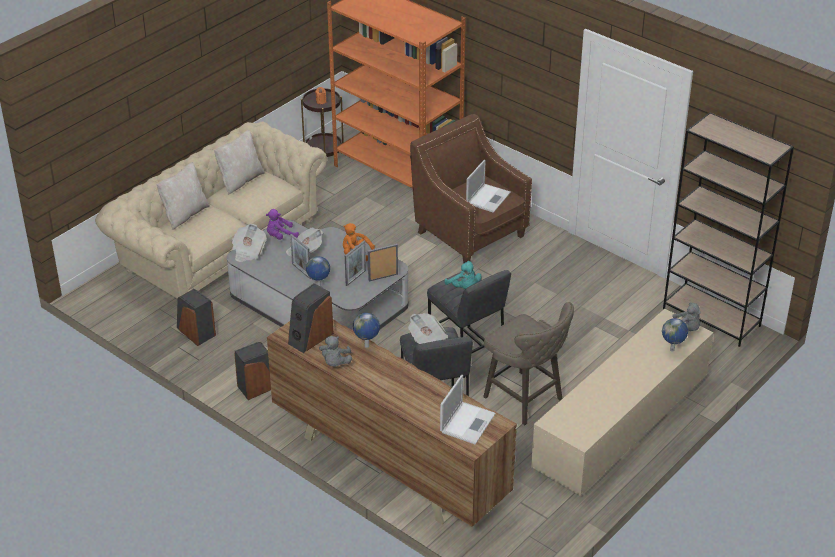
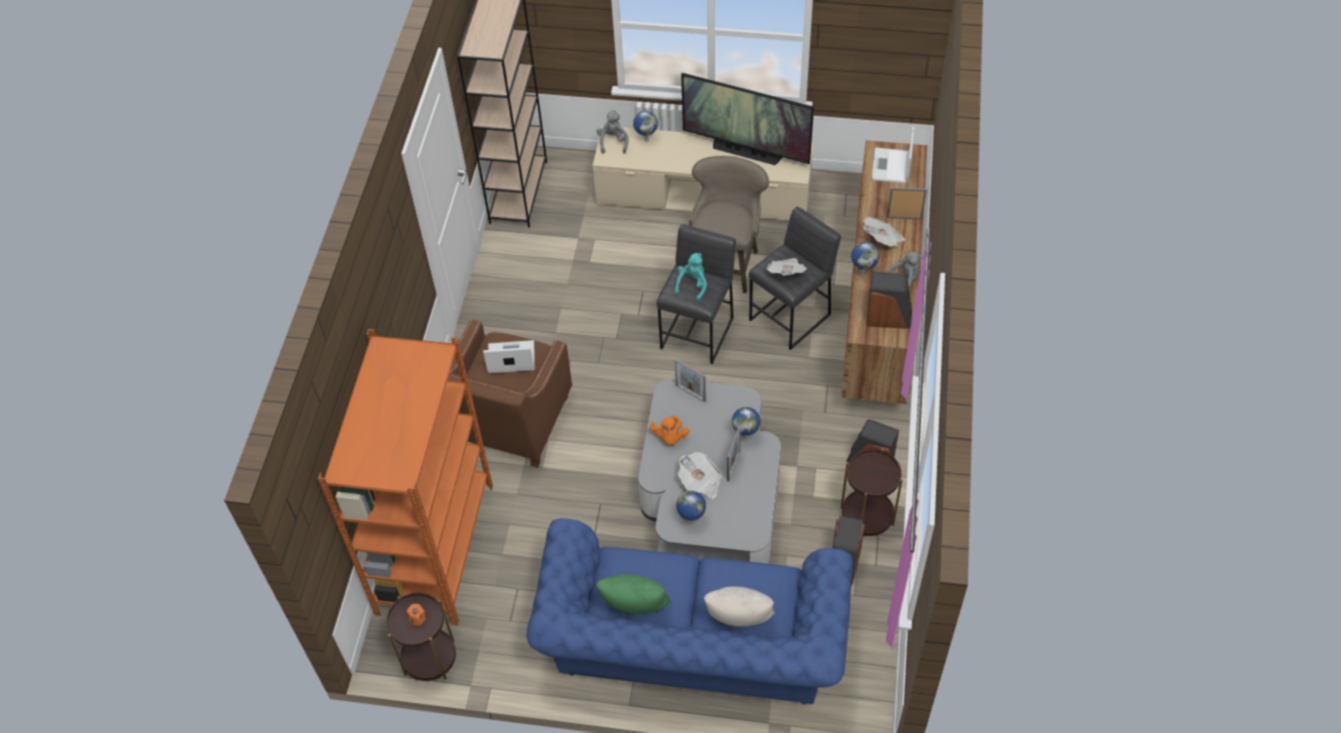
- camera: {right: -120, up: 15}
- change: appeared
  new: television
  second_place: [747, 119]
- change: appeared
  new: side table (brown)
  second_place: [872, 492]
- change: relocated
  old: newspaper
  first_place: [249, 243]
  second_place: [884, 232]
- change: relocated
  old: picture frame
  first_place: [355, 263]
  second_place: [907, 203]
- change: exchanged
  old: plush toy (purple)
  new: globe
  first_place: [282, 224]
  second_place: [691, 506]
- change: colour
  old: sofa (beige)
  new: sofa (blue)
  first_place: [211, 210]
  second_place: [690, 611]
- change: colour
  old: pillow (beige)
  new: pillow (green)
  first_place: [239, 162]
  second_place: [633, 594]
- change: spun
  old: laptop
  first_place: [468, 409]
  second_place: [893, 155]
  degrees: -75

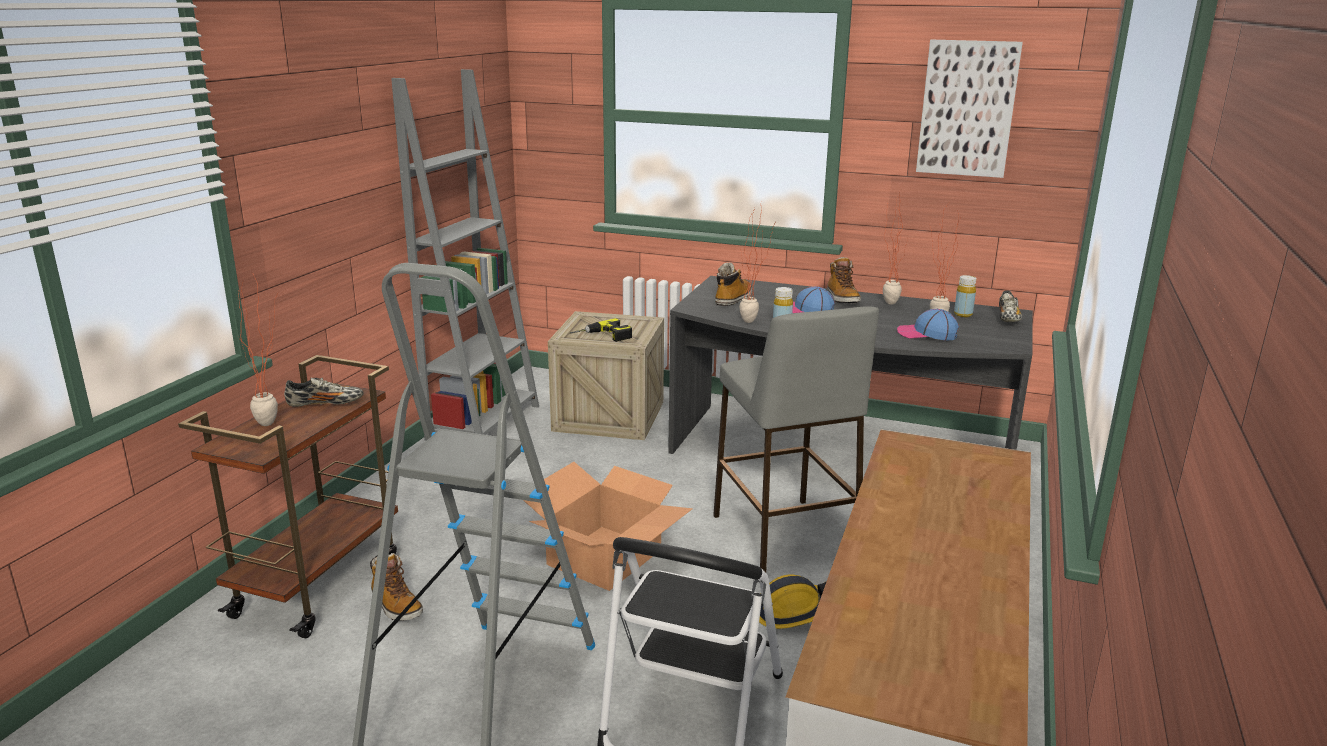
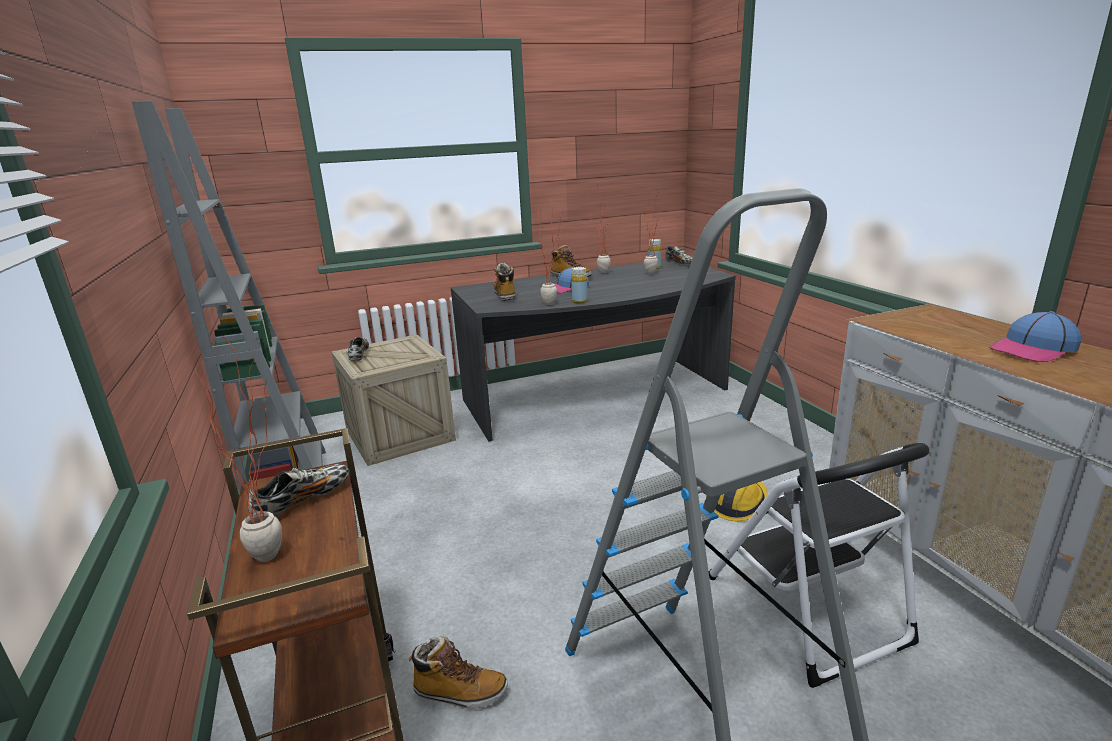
- camera: {right: -40, up: 0}
- change: missing
  old: cardboard box
  first_place: [608, 526]
- change: missing
  old: power drill
  first_place: [601, 330]
- change: missing
  old: stool (grey)
  first_place: [796, 440]
- change: missing
  old: picture
  first_place: [969, 109]
- change: appeared
  new: shoe
  second_place: [358, 349]
- change: relocated
  old: cap
  first_place: [928, 325]
  second_place: [1035, 336]

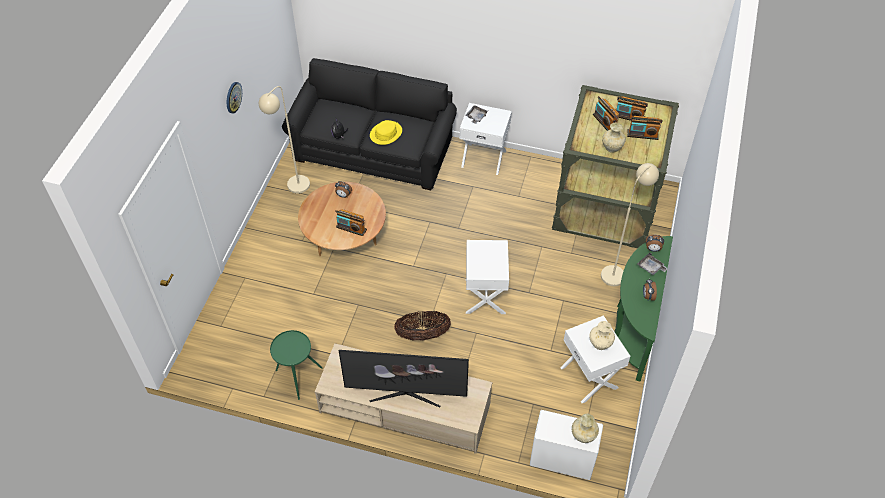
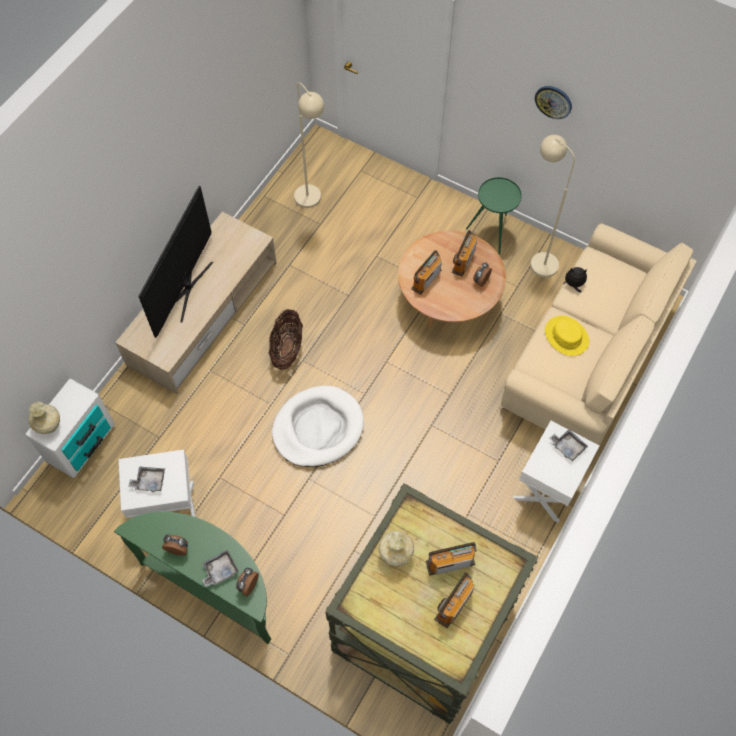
- camera: {right: 105, up: 10}
- change: relocated
  old: side table (green)
  first_place: [296, 365]
  second_place: [494, 216]
- change: relocated
  old: floor lamp (beige)
  first_place: [630, 224]
  second_place: [309, 145]
- change: relocated
  old: radio
  first_place: [644, 128]
  second_place: [464, 253]
- change: exchanged
  old: side table (white)
  new: dog bed (white)
  first_place: [487, 277]
  second_place: [318, 426]
- change: exchanged
  old: vase (beige)
  new: tray (grey)
  first_place: [602, 335]
  second_place: [146, 479]
- change: colour
  old: sofa (black)
  new: sofa (beige)
  first_place: [369, 124]
  second_place: [598, 334]

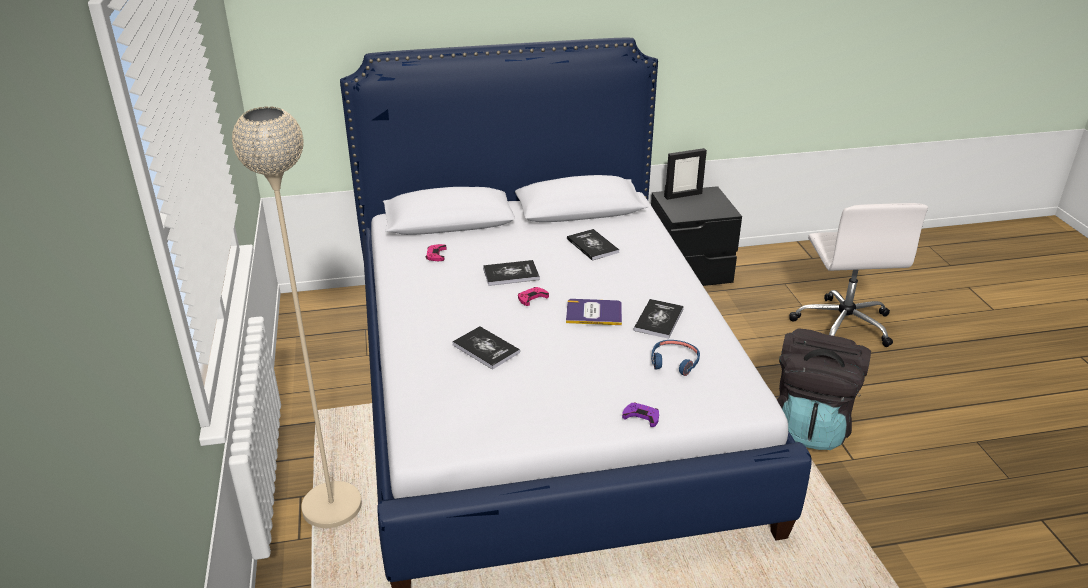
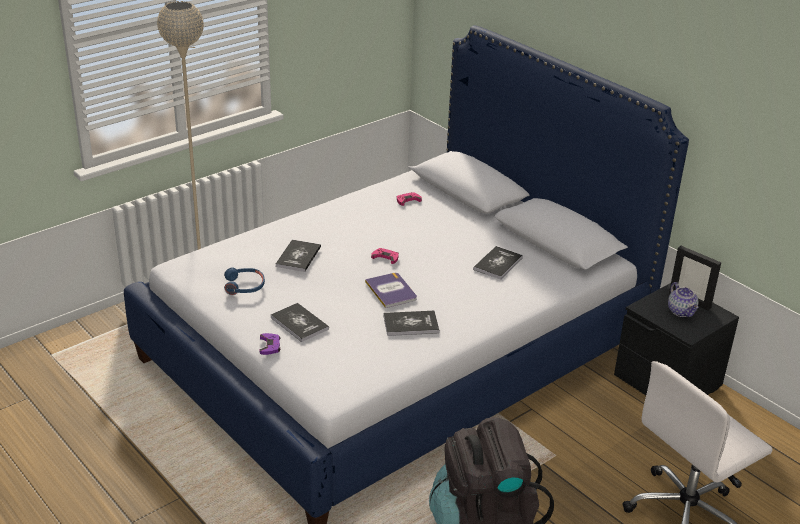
- camera: {right: 60, up: 0}
- change: appeared
  new: teapot
  second_place: [683, 299]
- change: relocated
  old: book
  first_place: [511, 273]
  second_place: [300, 322]
- change: relocated
  old: headphones (blue)
  first_place: [675, 358]
  second_place: [244, 281]

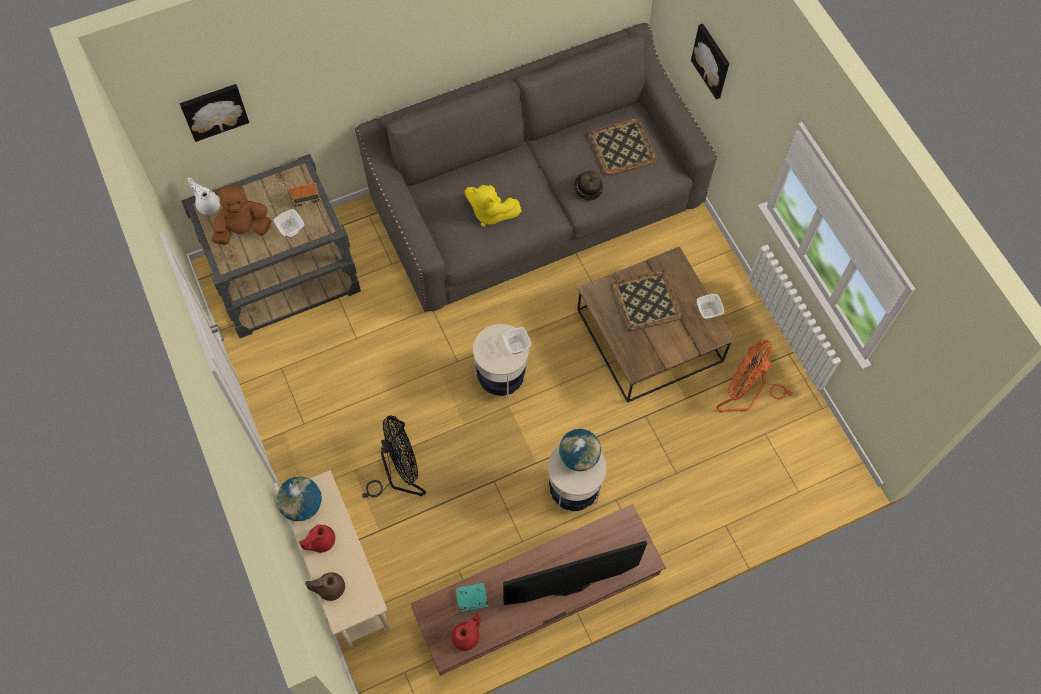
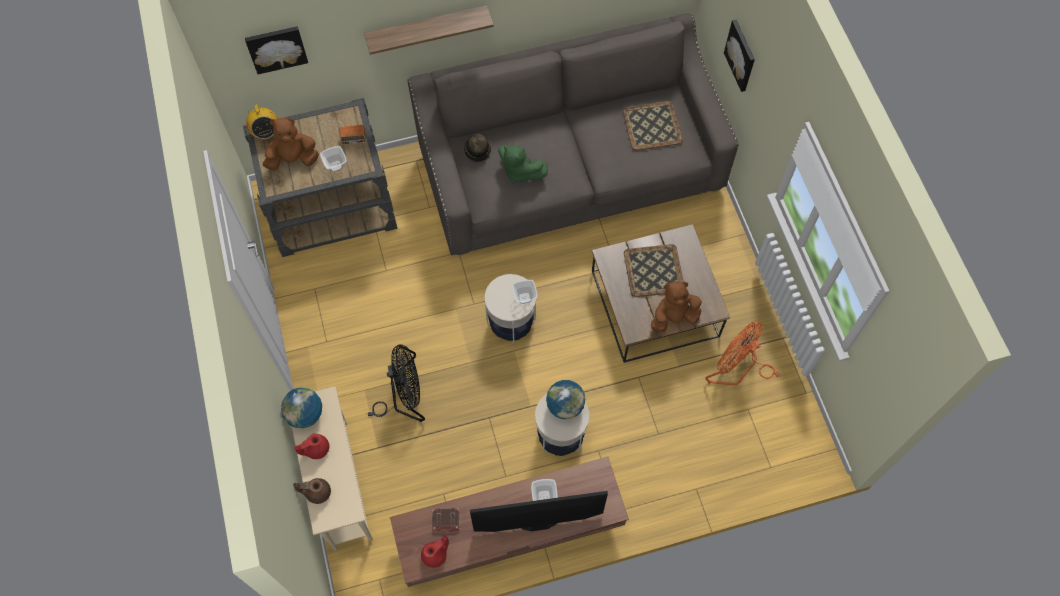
- camera: {right: 10, up: 0}
- change: appeared
  new: shelf
  second_place: [429, 30]
- change: appeared
  new: plush toy (brown)
  second_place: [676, 306]
- change: relocated
  old: hat
  first_place: [588, 185]
  second_place: [477, 148]
- change: relocated
  old: bowl
  first_place: [710, 307]
  second_place: [544, 490]
- change: exchanged
  old: teapot (white)
  new: radio
  first_place: [204, 196]
  second_place: [262, 122]
- change: colour
  old: book (turquoise)
  new: book (brown)
  first_place: [471, 598]
  second_place: [445, 520]
- change: colour
  old: plush toy (yellow)
  new: plush toy (green)
  first_place: [493, 206]
  second_place: [523, 164]

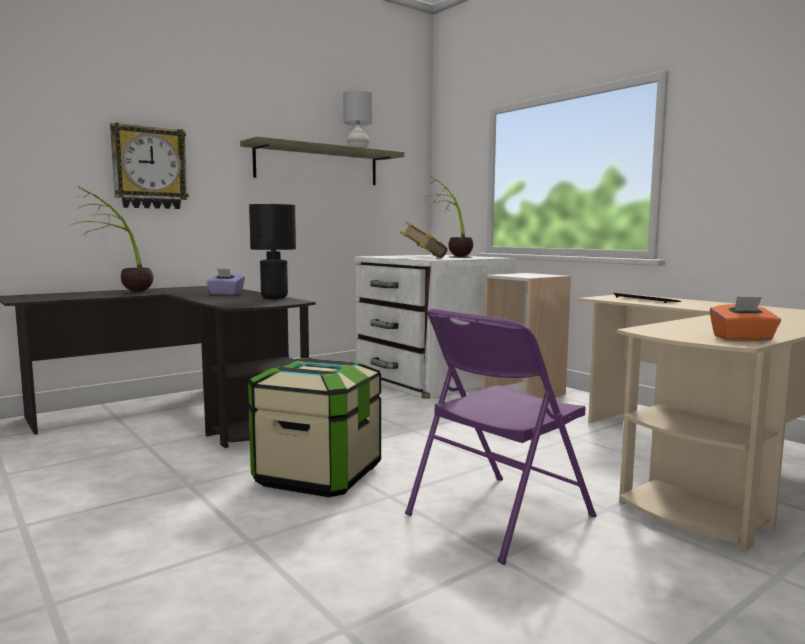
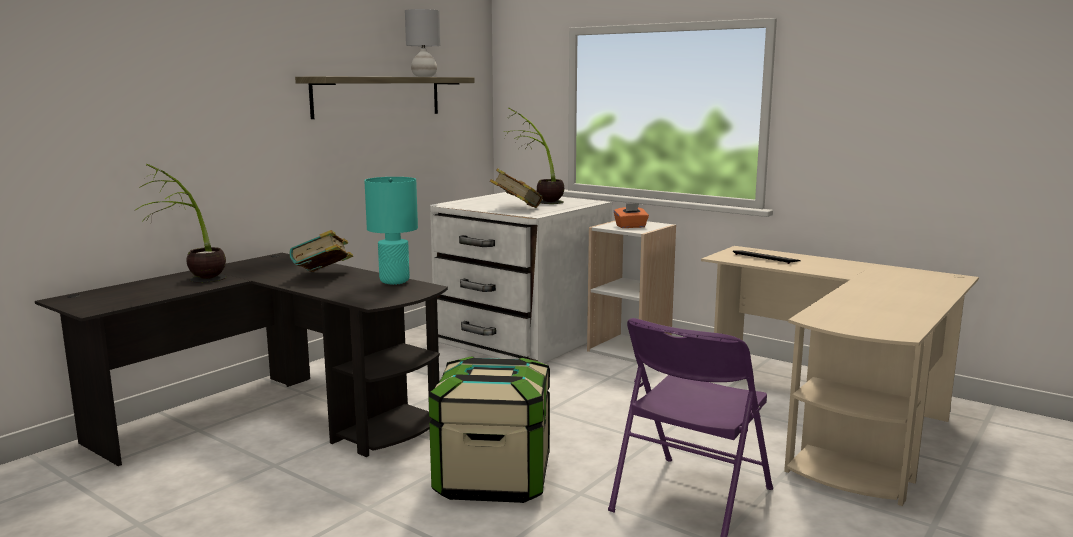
- camera: {right: -15, up: 5}
- change: missing
  old: wall clock
  first_place: [149, 166]
- change: relocated
  old: tissue box (orange)
  first_place: [745, 318]
  second_place: [631, 215]
- change: exchanged
  old: tissue box (purple)
  new: book
  first_place: [225, 282]
  second_place: [321, 251]
- change: colour
  old: table lamp (black)
  new: table lamp (turquoise)
  first_place: [272, 251]
  second_place: [391, 231]

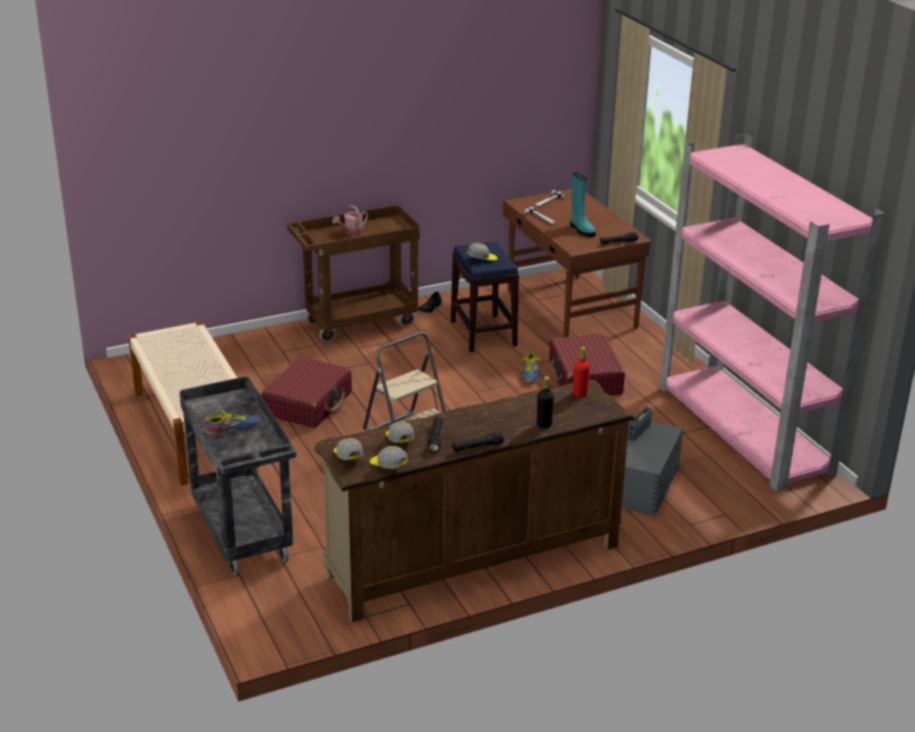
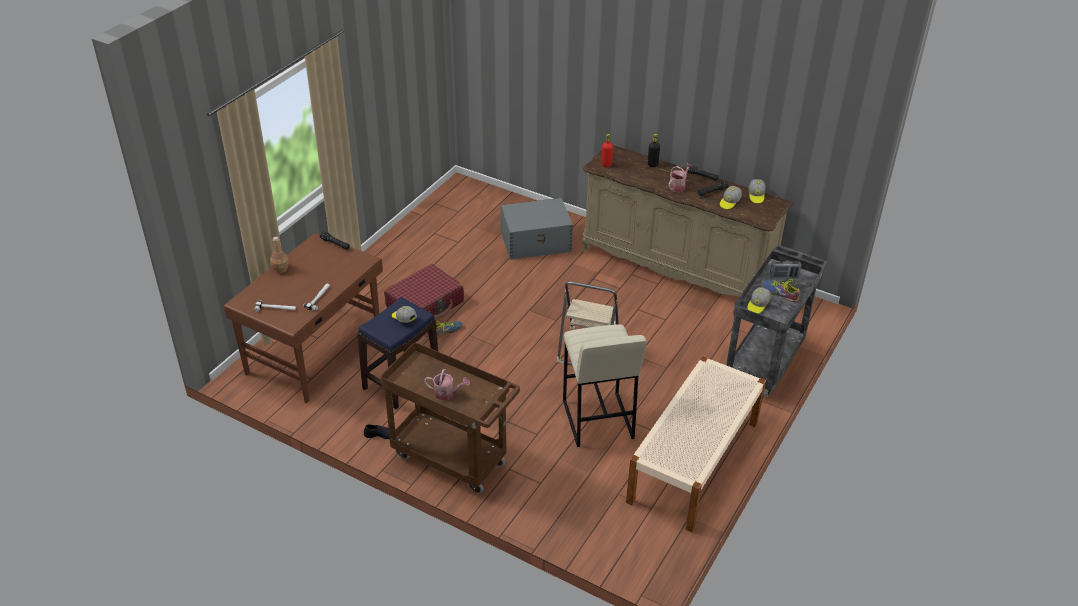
- camera: {right: -125, up: 10}
- change: missing
  old: boot (turquoise)
  first_place: [583, 204]
- change: missing
  old: bookcase (pink)
  first_place: [772, 313]
- change: appeared
  new: bottle (brown)
  second_place: [279, 255]
- change: appeared
  new: watering can
  second_place: [680, 177]
- change: relocated
  old: cap
  first_place: [349, 449]
  second_place: [758, 300]
- change: relocated
  old: radio
  first_place: [640, 424]
  second_place: [786, 269]
- change: exchanged
  old: suitcase (red)
  new: stool (beige)
  first_place: [306, 392]
  second_place: [605, 386]

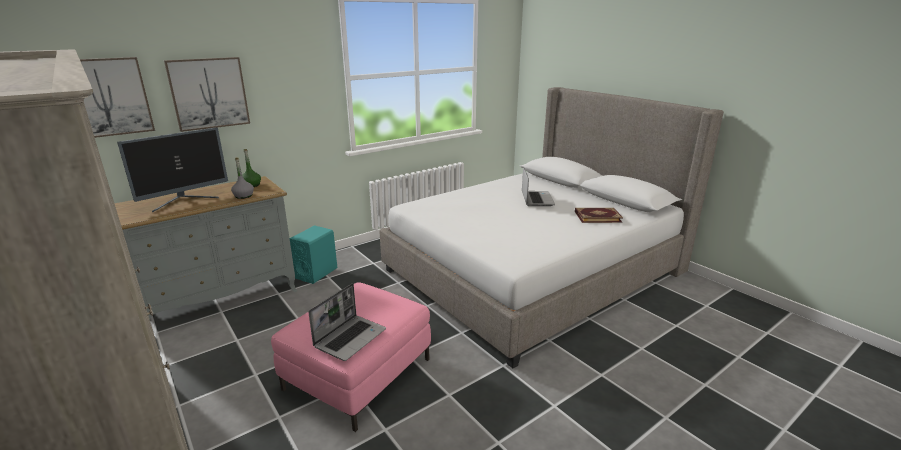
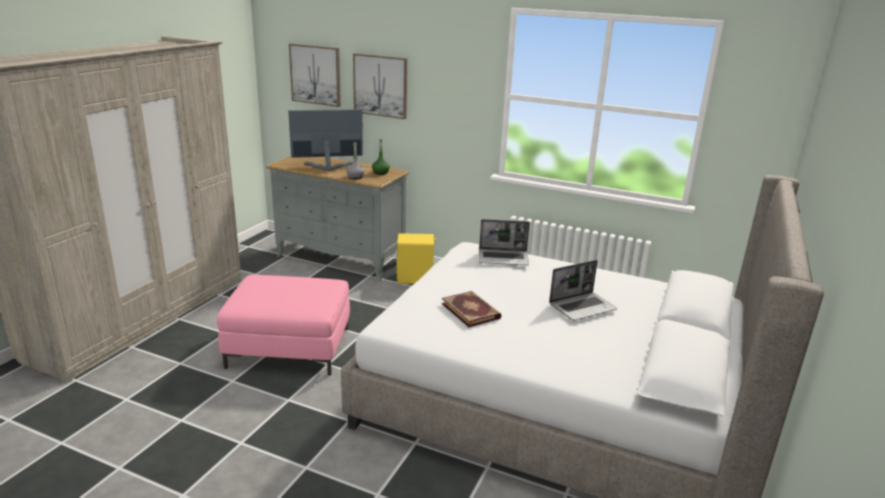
- camera: {right: 60, up: 0}
- change: relocated
  old: laptop
  first_place: [347, 322]
  second_place: [504, 242]
- change: relocated
  old: book
  first_place: [599, 215]
  second_place: [471, 309]
- change: colour
  old: speaker (turquoise)
  new: speaker (yellow)
  first_place: [313, 254]
  second_place: [416, 258]
- change: spun
  old: monitor
  first_place: [172, 170]
  second_place: [325, 140]
  degrees: 150

